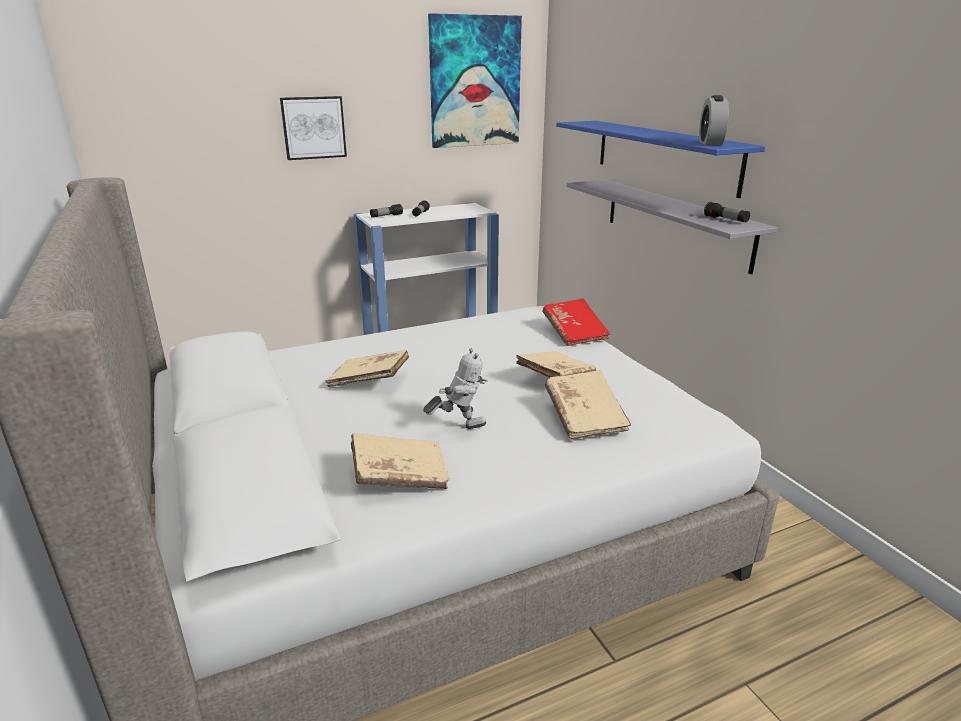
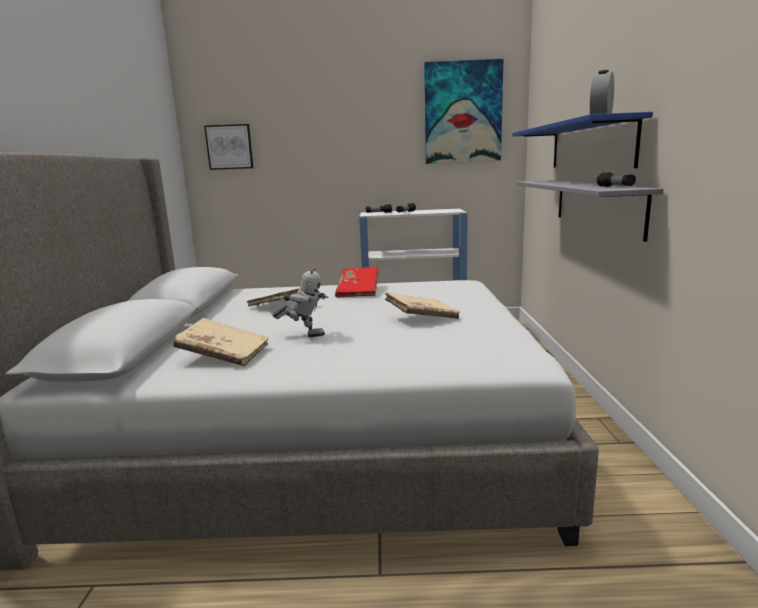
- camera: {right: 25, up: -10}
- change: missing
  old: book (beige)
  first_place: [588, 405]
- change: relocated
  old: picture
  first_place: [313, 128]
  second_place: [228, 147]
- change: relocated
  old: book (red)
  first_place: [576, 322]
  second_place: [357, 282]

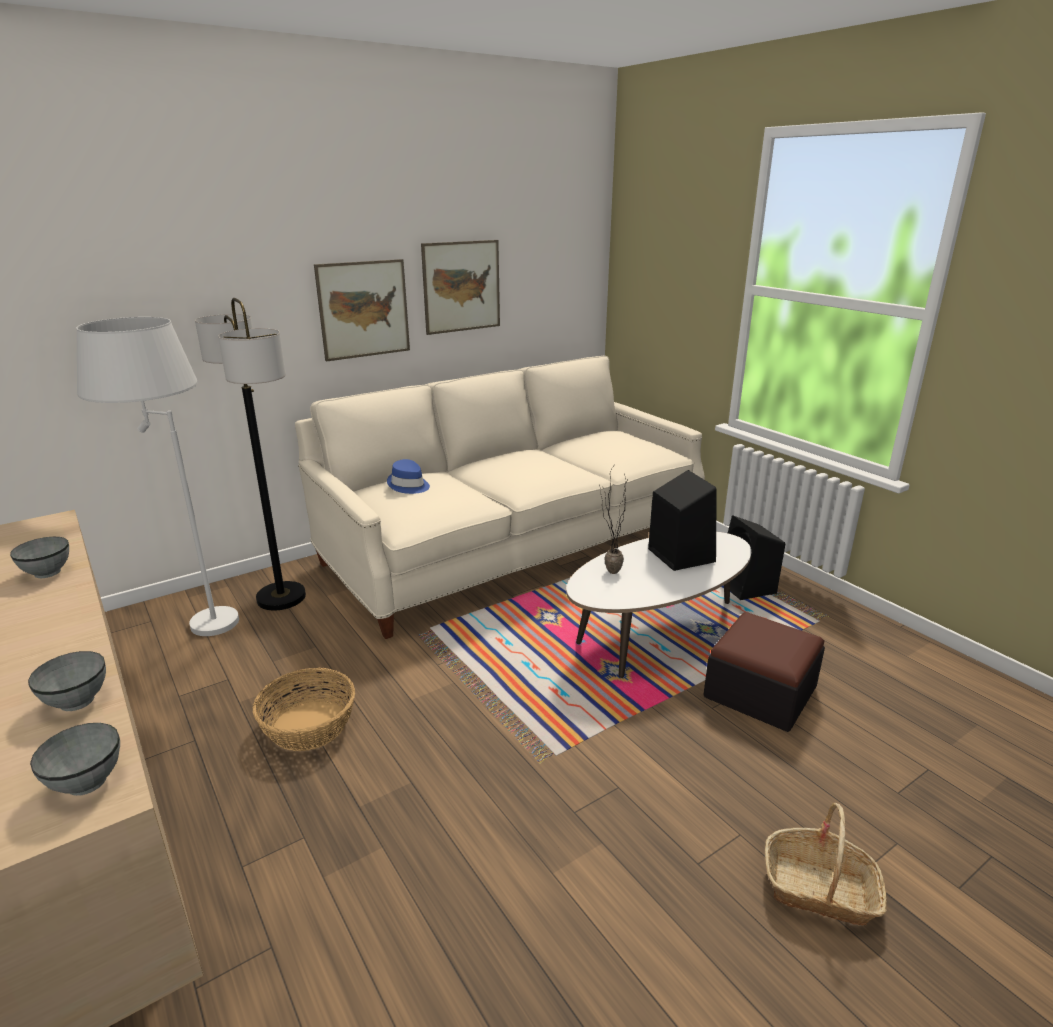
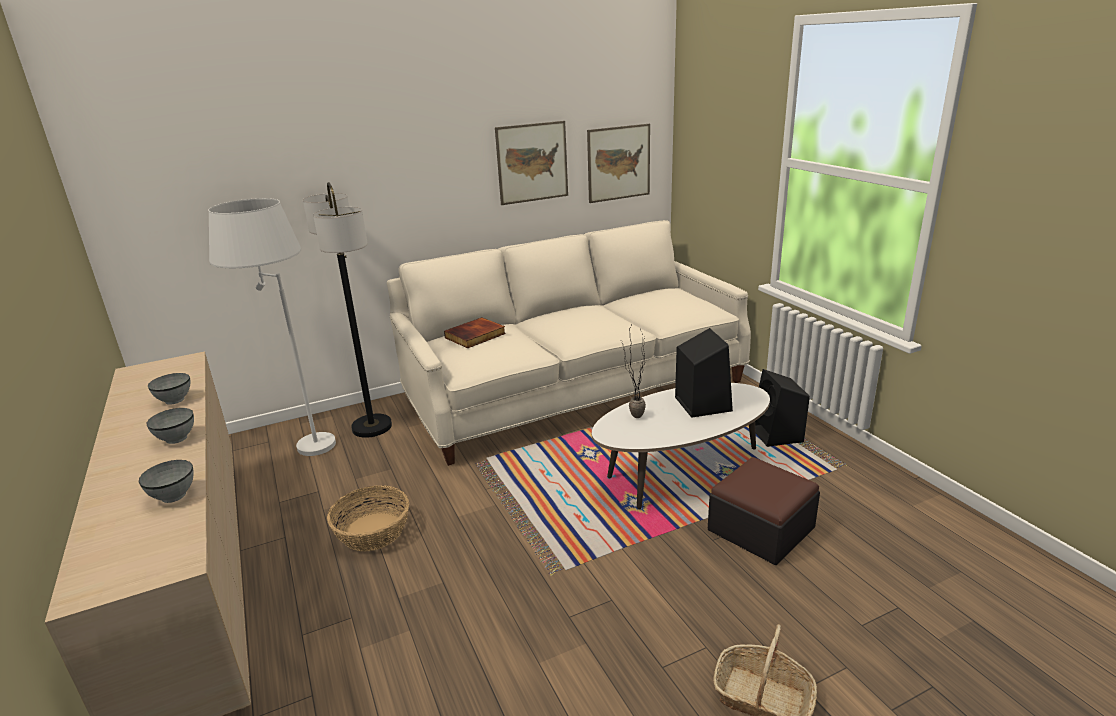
- camera: {right: 10, up: 0}
- change: relocated
  old: bowl (grey)
  first_place: [75, 759]
  second_place: [170, 426]
- change: relocated
  old: picture
  first_place: [362, 310]
  second_place: [618, 163]
- change: exchanged
  old: hat (blue)
  new: book
  first_place: [408, 476]
  second_place: [475, 332]

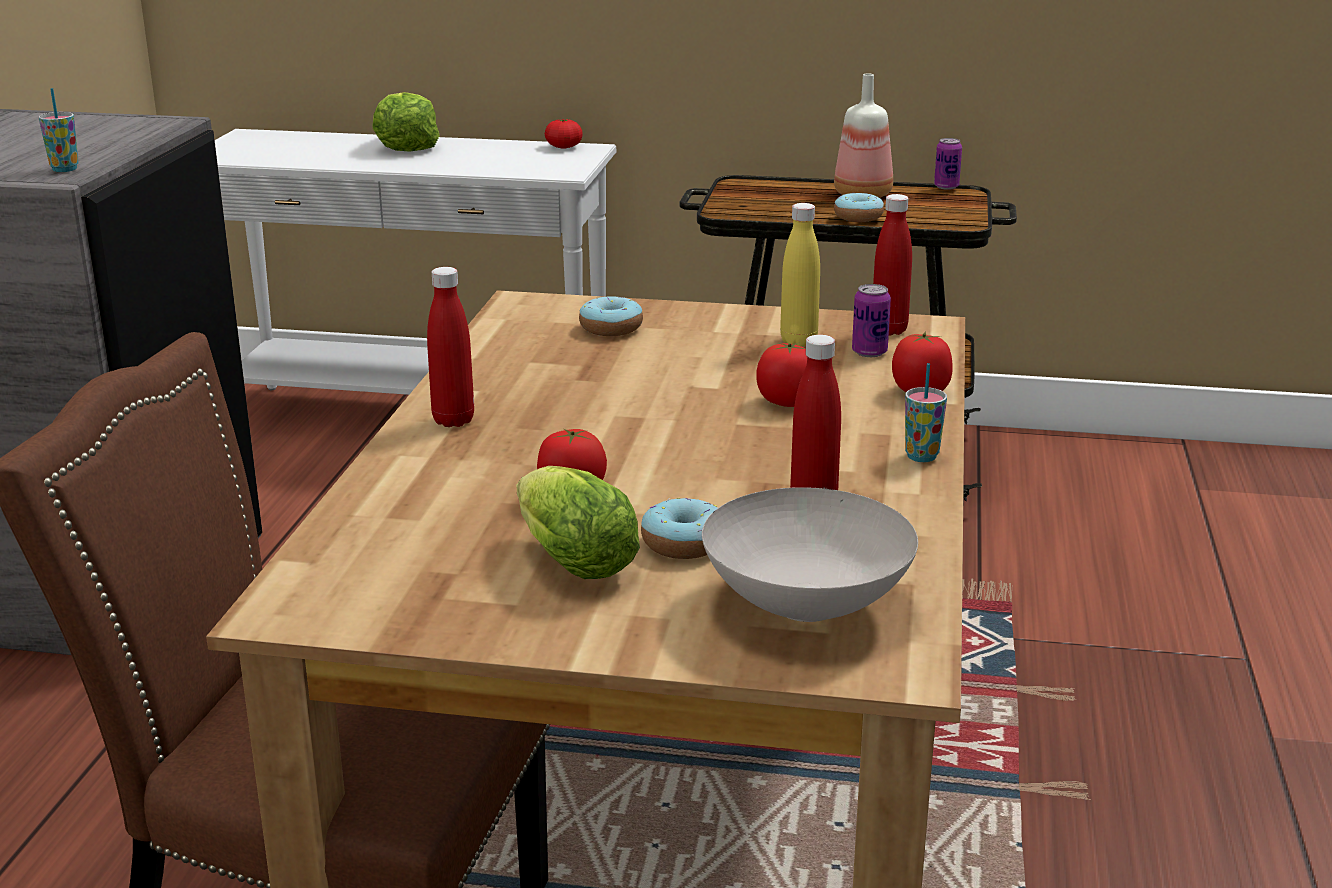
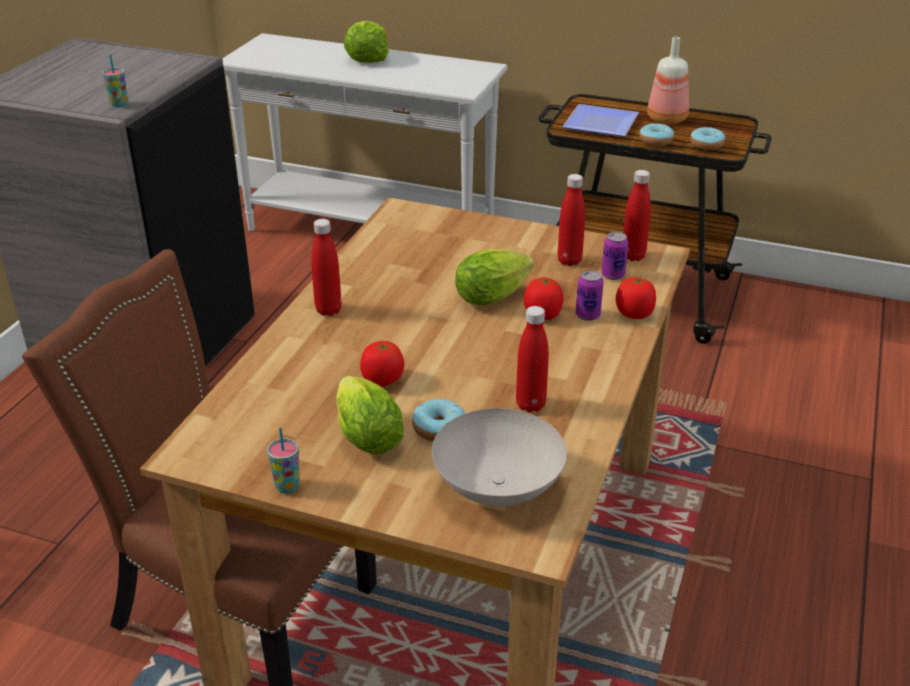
- camera: {right: 10, up: 10}
- change: missing
  old: tomato
  first_place: [564, 134]
- change: appeared
  new: lettuce
  second_place: [494, 277]
- change: appeared
  new: plate
  second_place: [600, 120]
- change: relocated
  old: donut
  first_place: [611, 316]
  second_place: [707, 138]
- change: relocated
  old: cup
  first_place: [926, 412]
  second_place: [283, 461]
- change: relocated
  old: can
  first_place: [948, 164]
  second_place: [590, 295]
- change: colour
  old: bottle (yellow)
  new: bottle (red)
  first_place: [800, 275]
  second_place: [571, 220]

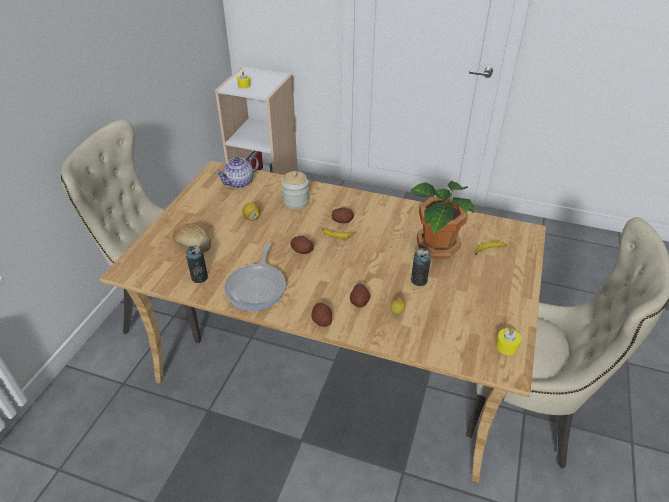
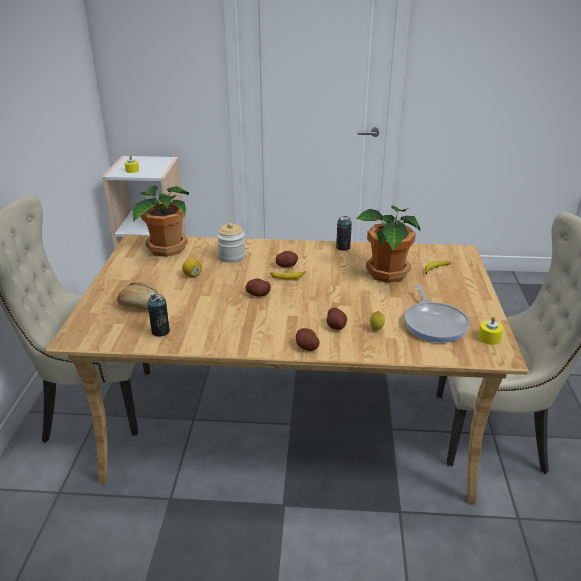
- camera: {right: -15, up: -10}
- change: relocated
  old: frying pan
  first_place: [255, 277]
  second_place: [437, 313]
- change: relocated
  old: can
  first_place: [421, 267]
  second_place: [344, 233]
- change: exchanged
  old: teapot
  new: potted plant
  first_place: [237, 172]
  second_place: [161, 221]

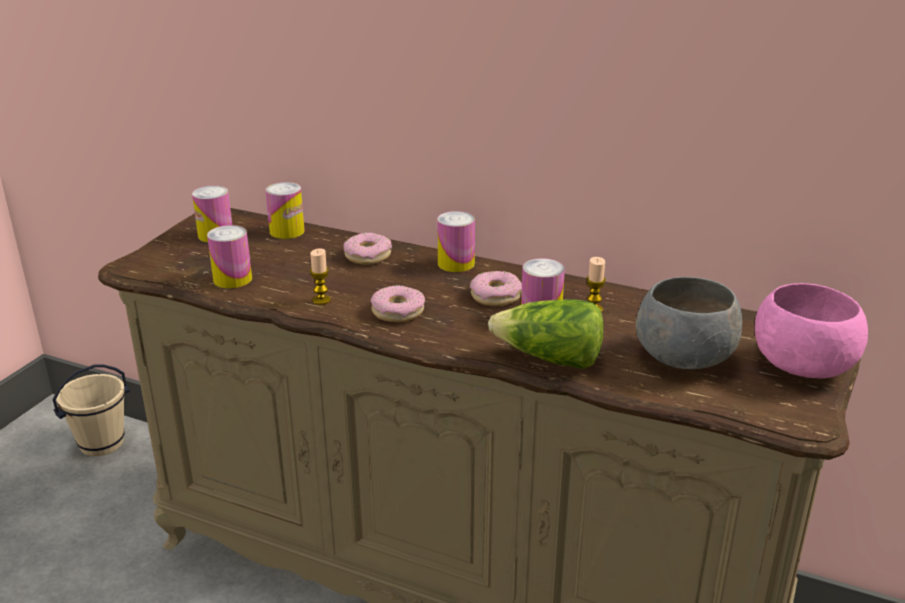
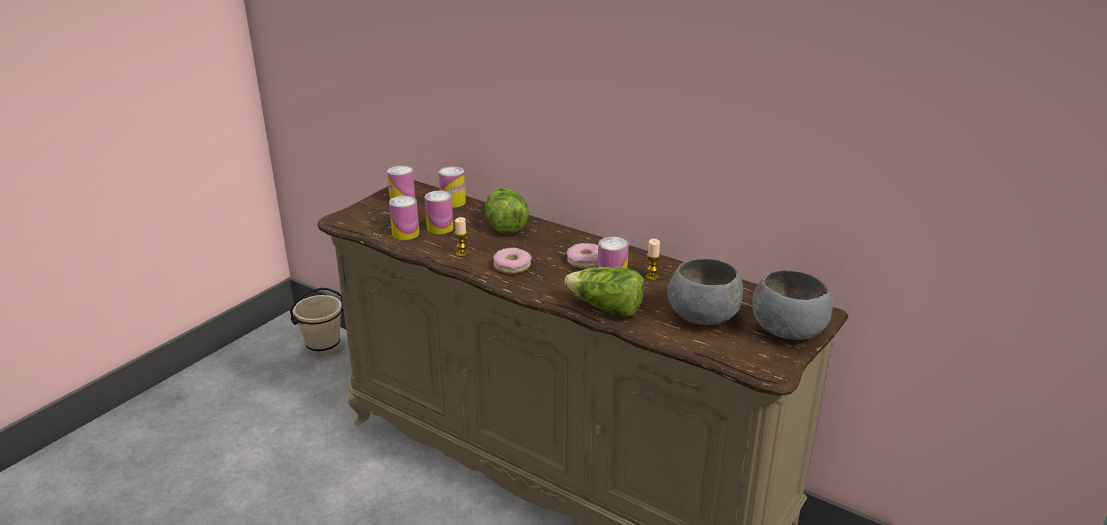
- camera: {right: 10, up: 0}
- change: relocated
  old: can
  first_place: [456, 241]
  second_place: [439, 212]
- change: exchanged
  old: donut
  new: lettuce
  first_place: [368, 248]
  second_place: [507, 211]
- change: colour
  old: bowl (pink)
  new: bowl (grey)
  first_place: [811, 330]
  second_place: [792, 305]

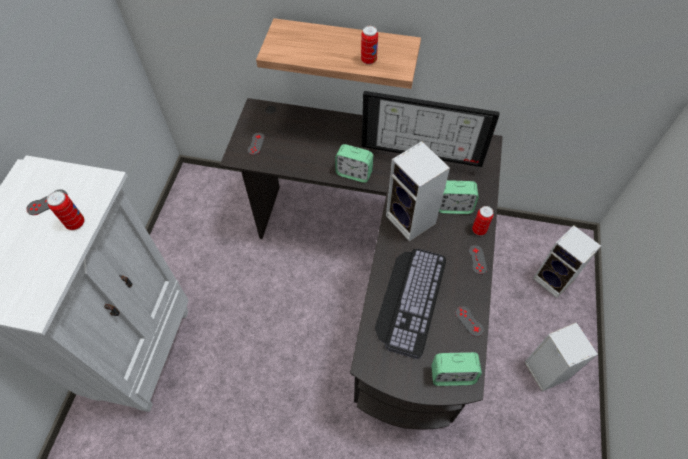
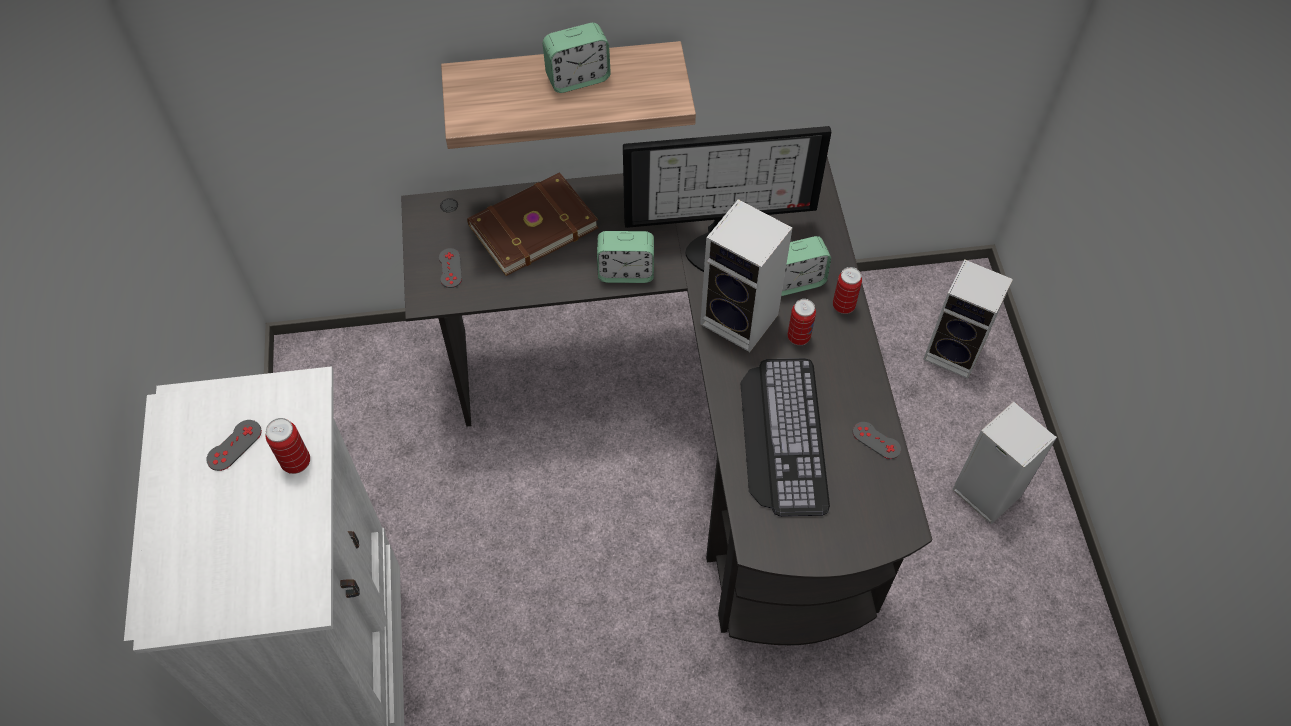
- camera: {right: -20, up: 0}
- change: missing
  old: game controller (grey)
  first_place: [478, 260]
- change: appeared
  new: book (brown)
  second_place: [532, 224]
- change: relocated
  old: can
  first_place: [369, 45]
  second_place: [801, 322]
- change: relocated
  old: alarm clock
  first_place: [456, 369]
  second_place: [577, 58]

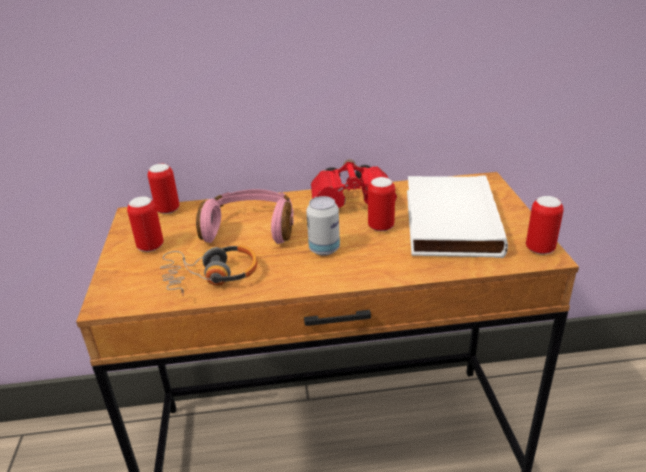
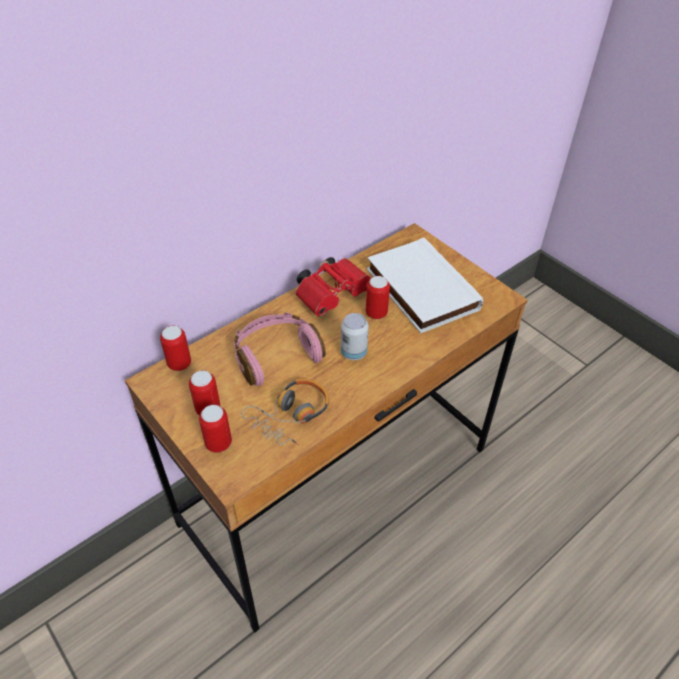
- camera: {right: -35, up: 15}
- change: relocated
  old: can
  first_place: [545, 225]
  second_place: [215, 429]

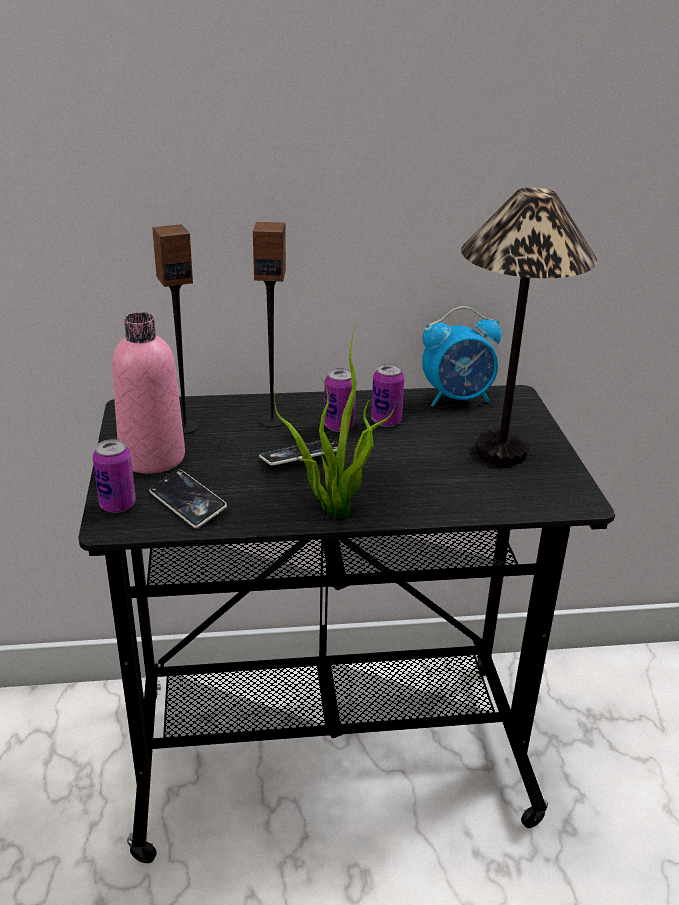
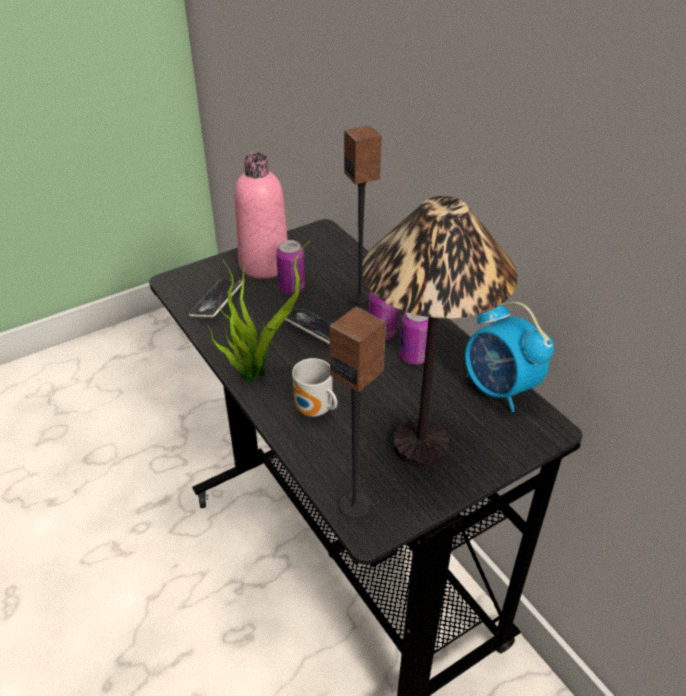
- camera: {right: 65, up: 10}
- change: appeared
  new: mug
  second_place: [314, 387]
- change: relocated
  old: can
  first_place: [114, 476]
  second_place: [290, 267]
- change: relocated
  old: speaker
  first_place: [175, 329]
  second_place: [357, 412]

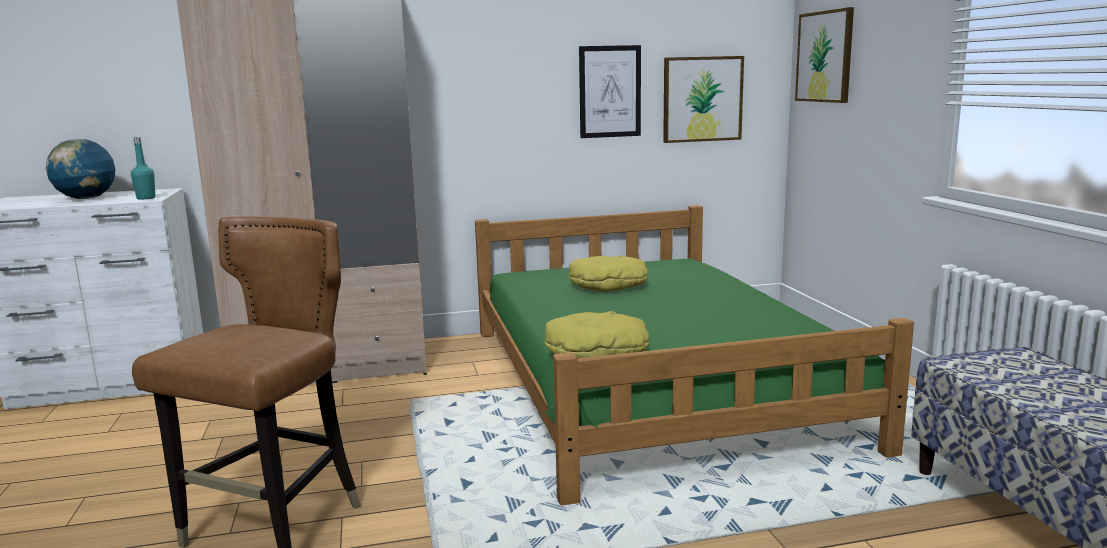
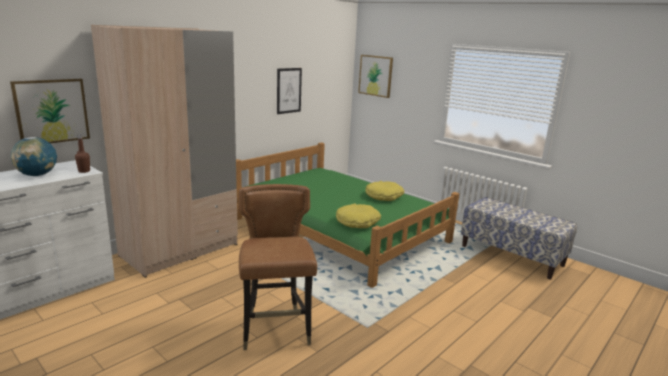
- camera: {right: -35, up: 5}
- change: relocated
  old: pillow (yellow)
  first_place: [608, 273]
  second_place: [384, 191]
- change: relocated
  old: picture
  first_place: [703, 99]
  second_place: [50, 111]
- change: colour
  old: bottle (turquoise)
  new: bottle (brown)
  first_place: [143, 168]
  second_place: [82, 154]

